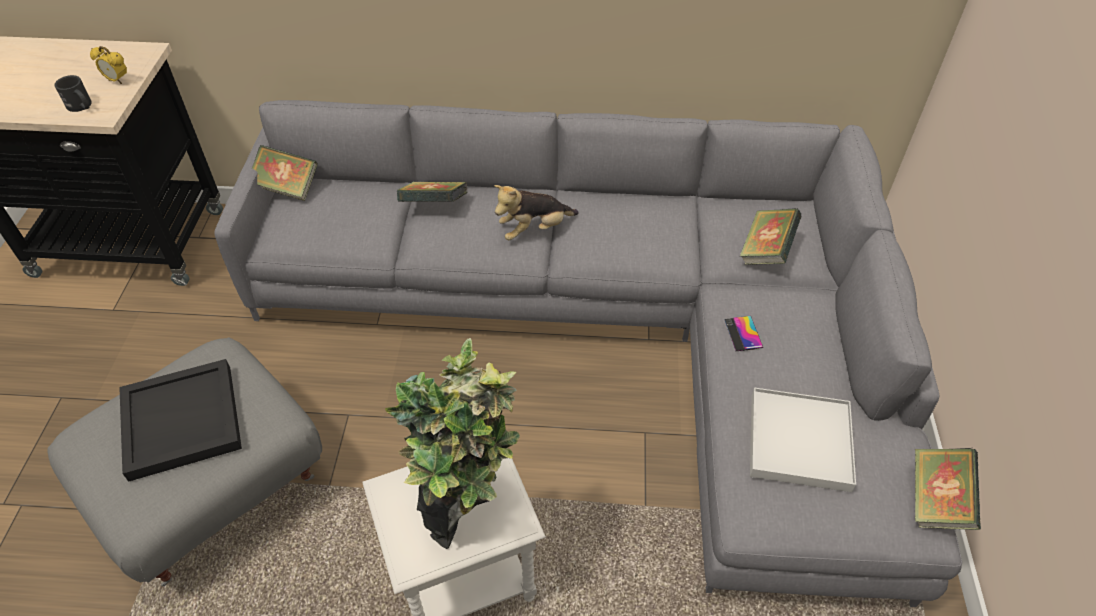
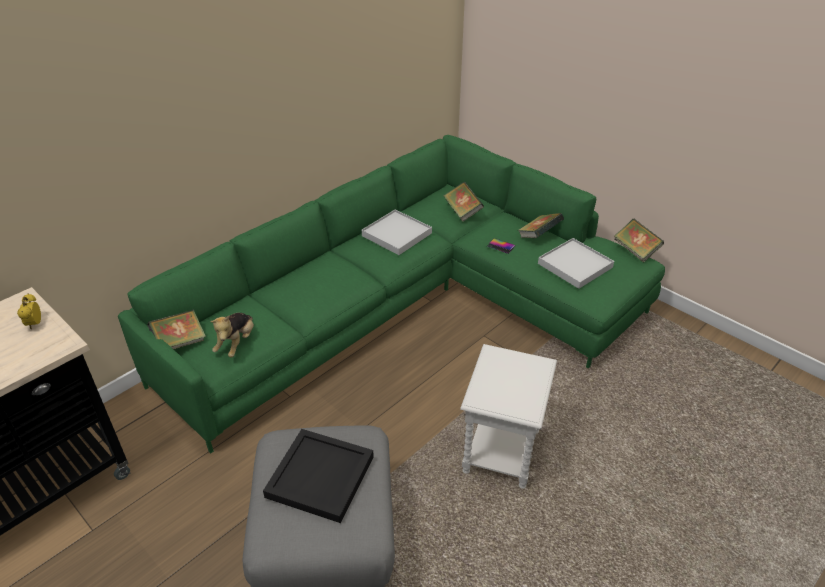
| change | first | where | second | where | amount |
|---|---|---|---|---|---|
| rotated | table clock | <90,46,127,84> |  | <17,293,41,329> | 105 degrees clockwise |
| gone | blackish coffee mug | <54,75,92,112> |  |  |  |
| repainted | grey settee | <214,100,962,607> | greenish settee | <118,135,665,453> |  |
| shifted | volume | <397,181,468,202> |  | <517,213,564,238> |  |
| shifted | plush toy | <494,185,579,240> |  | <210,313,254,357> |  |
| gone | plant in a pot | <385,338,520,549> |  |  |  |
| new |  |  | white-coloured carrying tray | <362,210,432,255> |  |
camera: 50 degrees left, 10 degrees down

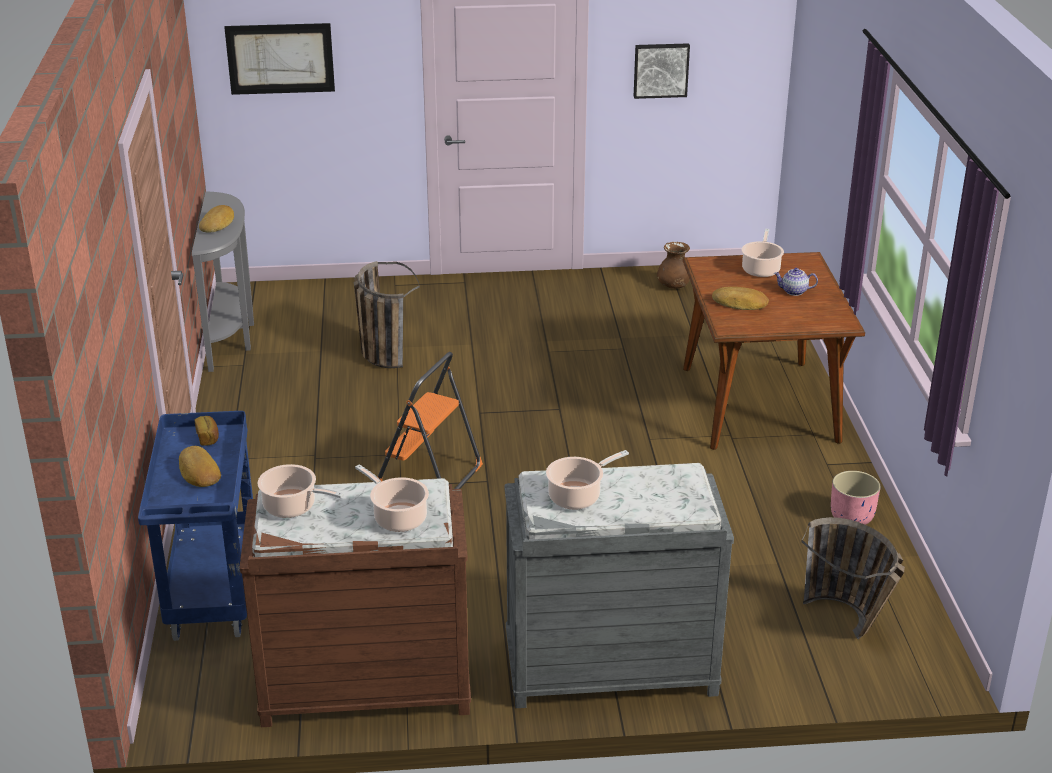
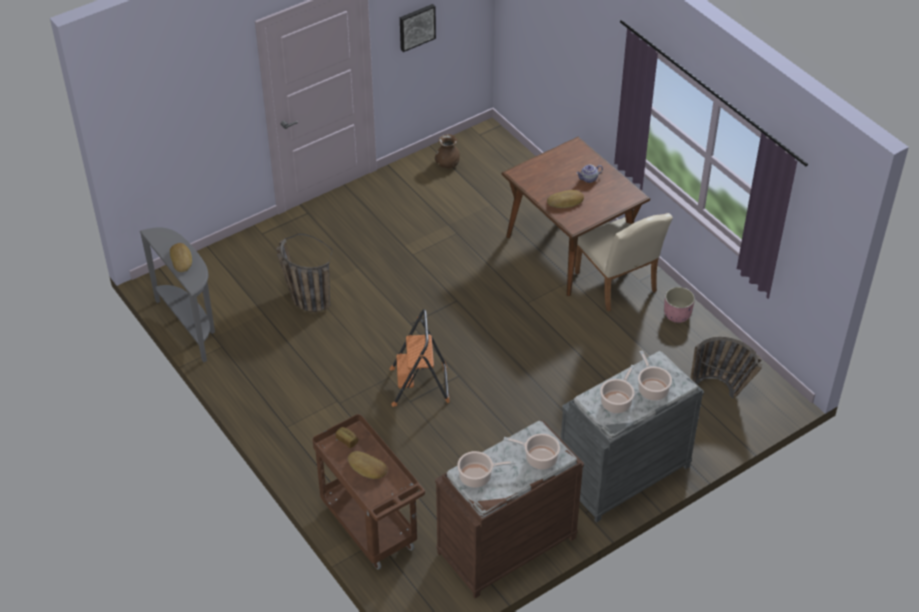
| change | first | where | second | where | amount |
|---|---|---|---|---|---|
| gone | wall art | <224,23,335,95> |  |  |  |
| shifted | saucepot | <742,229,784,277> |  | <638,351,672,401> |  |
| repainted | blue-coloured cart | <138,411,253,641> | brownish cart | <312,414,425,570> |  |
| new |  |  | sand-coloured plain chair | <575,213,673,311> |  |
camera: 30 degrees left, 15 degrees up

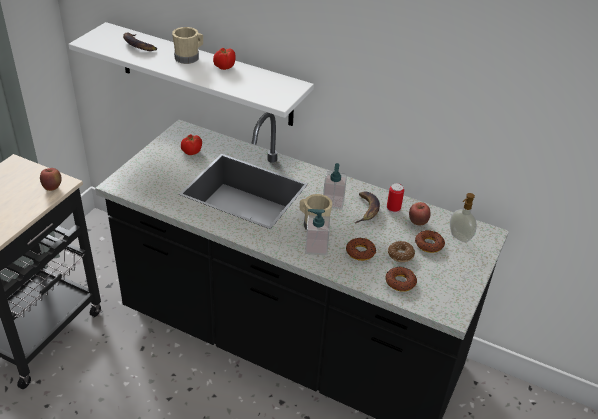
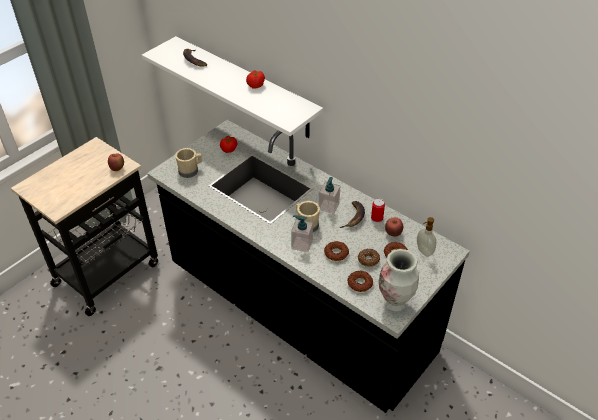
| change | first | where | second | where | amount |
|---|---|---|---|---|---|
| shifted | sand-coloured coffee mug | <172,27,203,64> |  | <175,148,202,178> |  |
| new |  |  | decorative vase | <379,249,419,312> |  |
camera: 15 degrees right, 5 degrees up

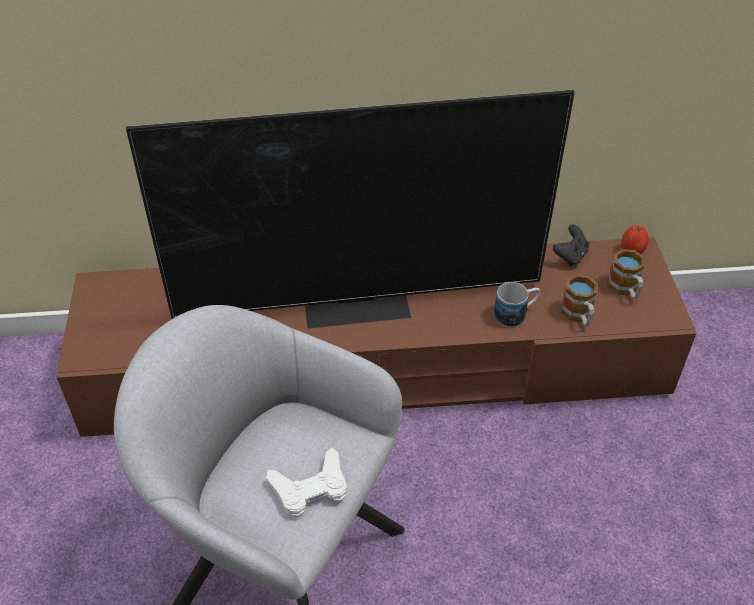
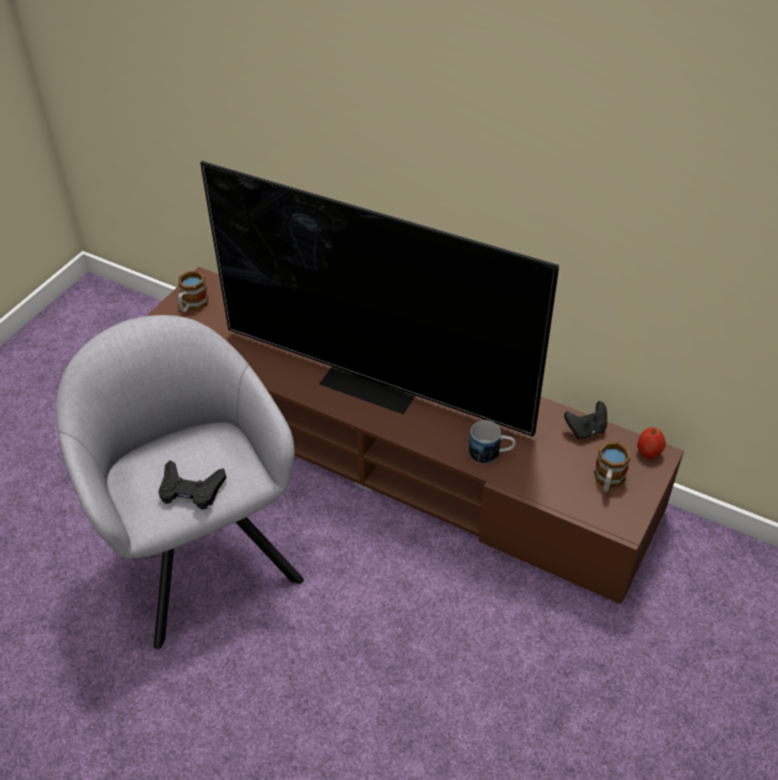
| change | first | where | second | where | amount |
|---|---|---|---|---|---|
| shifted | coffee mug | <561,274,597,326> |  | <178,271,209,312> |  |
| repainted | white-coloured joypad | <266,448,347,517> | blackish joypad | <158,460,226,509> |  |
camera: 35 degrees right, 0 degrees up

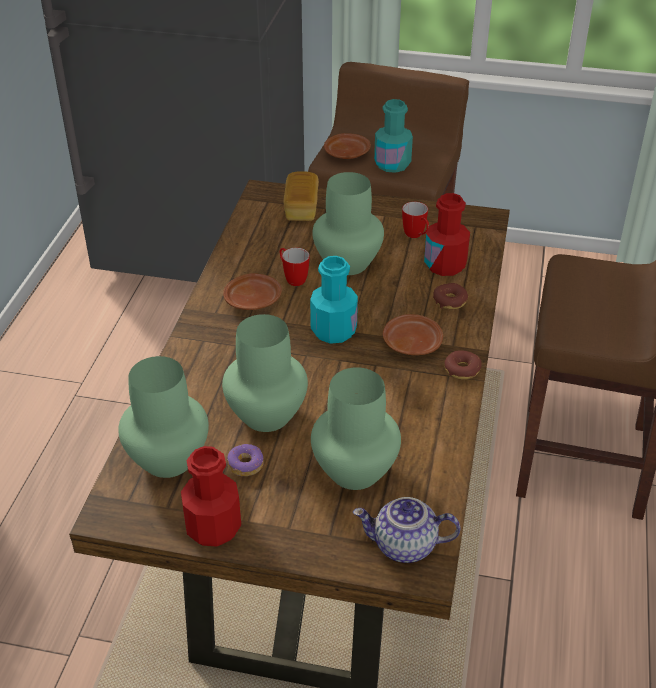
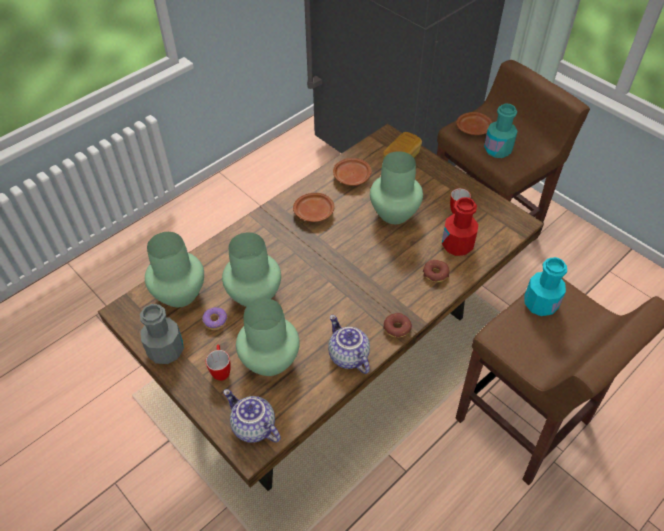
| change | first | where | second | where | amount |
|---|---|---|---|---|---|
| shifted | coffee mug | <280,248,309,286> |  | <206,344,231,381> |  |
| shifted | turquoise-coloured beverage bottle | <310,256,358,344> |  | <525,257,567,316> |  |
| shifted | brownish flat dish | <383,314,443,355> |  | <333,158,372,186> |  |
| repainted | red beverage bottle | <181,446,241,547> | grey beverage bottle | <140,304,184,364> |  |
| new |  |  | pot for tea | <328,315,370,374> |  |
camera: 35 degrees right, 10 degrees up

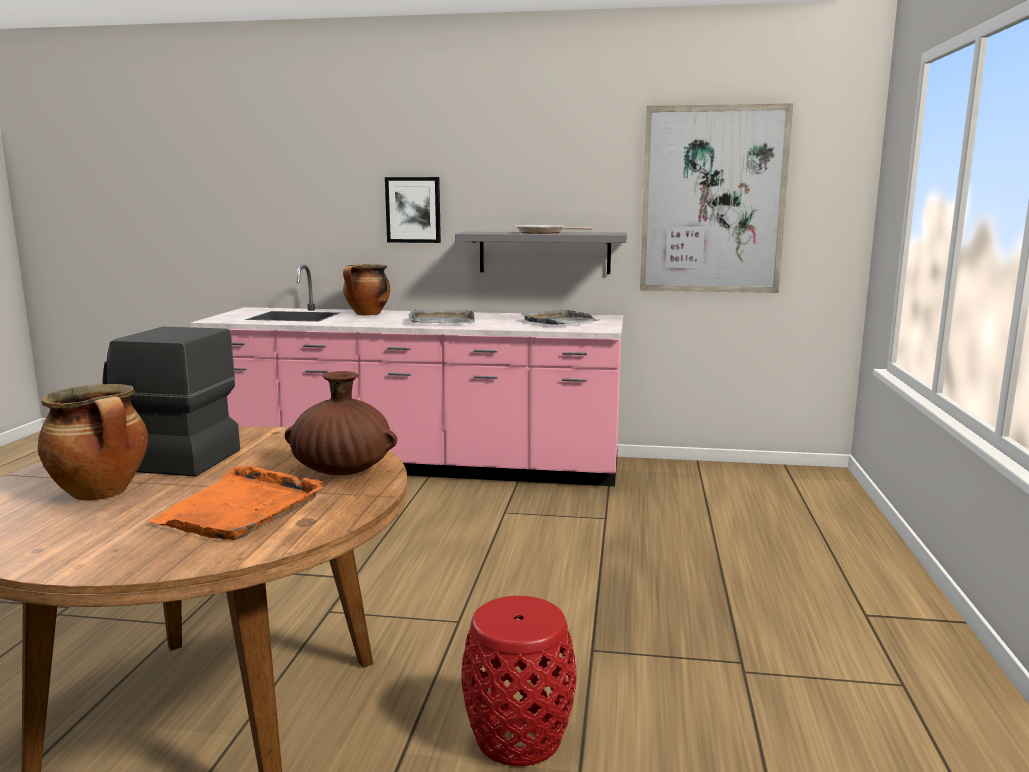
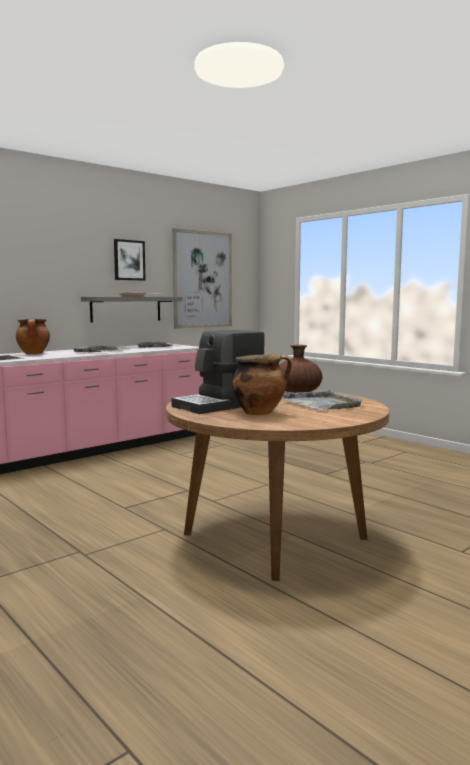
| change | first | where | second | where | amount |
|---|---|---|---|---|---|
| shifted | wall art | <385,177,441,243> |  | <114,239,146,281> |  |
| repainted | orange carrying tray | <149,466,323,540> | grey carrying tray | <283,389,363,410> |  |
| gone | red stool seat | <461,596,576,766> |  |  |  |
camera: 50 degrees left, 5 degrees down

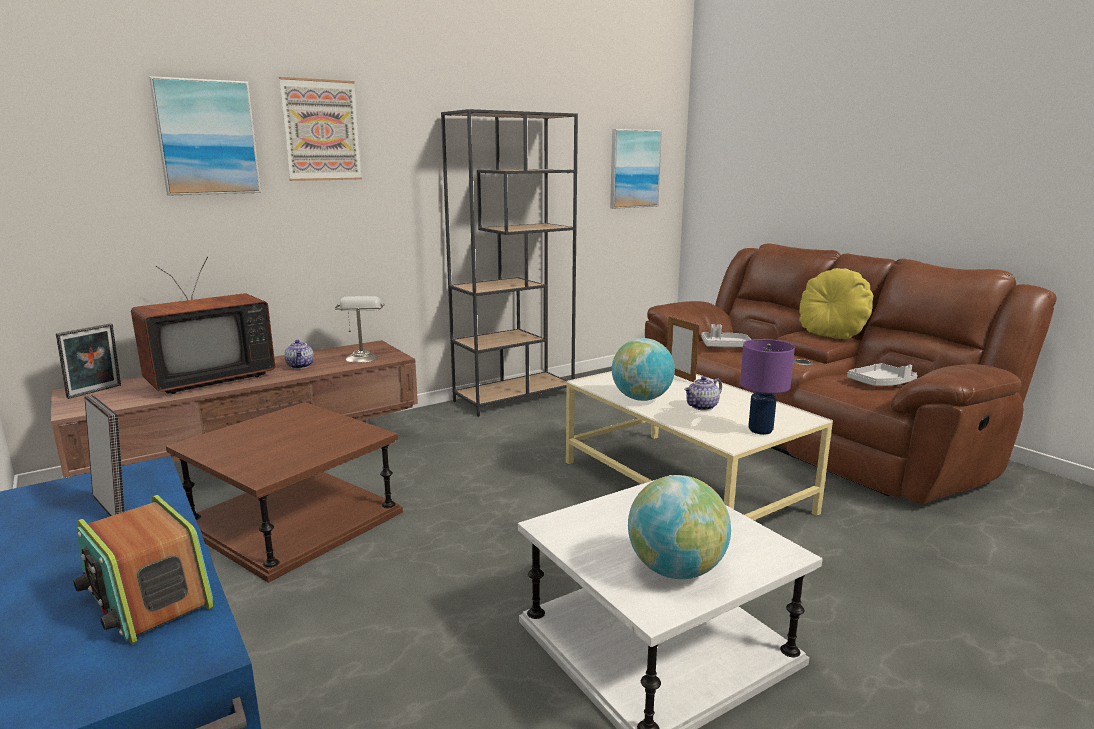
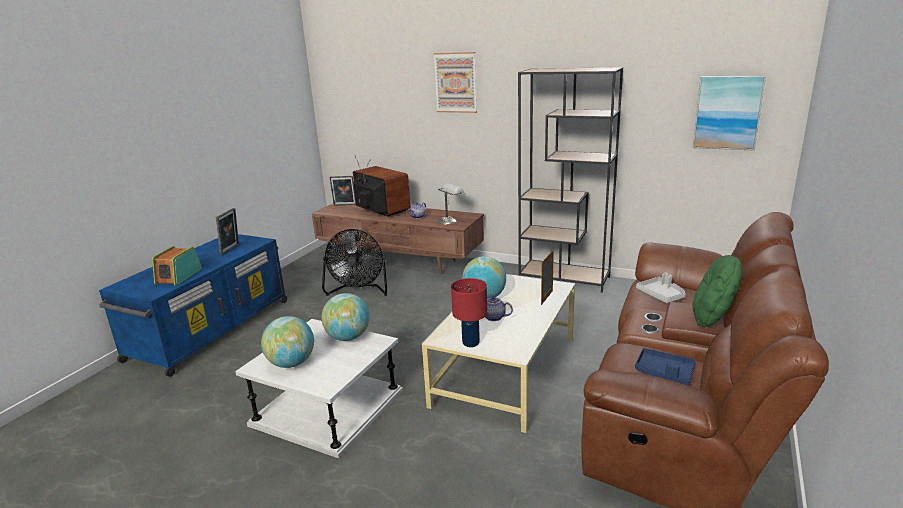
| change | first | where | second | where | amount |
|---|---|---|---|---|---|
| gone | wall art | <149,76,261,196> |  |  |  |
| rotated | TV | <131,257,275,394> |  | <353,154,410,217> | 150 degrees counterclockwise |
| repainted | yellowish pillow | <799,268,873,340> | greenish pillow | <692,255,743,327> |  |
| repainted | purple tabletop lamp | <740,339,795,435> | red tabletop lamp | <451,278,487,347> |  |
| repainted | grey carrying tray | <847,363,917,386> | blue-coloured carrying tray | <635,348,696,386> |  |
| swapped | brownish end table | <166,402,403,583> | blackish fan | <322,229,387,296> |  |
| new |  |  | globe | <321,293,370,341> |  |
camera: 60 degrees right, 5 degrees up

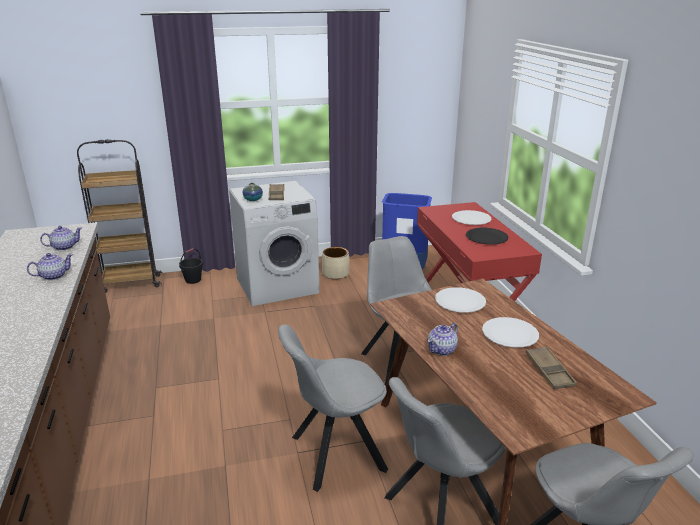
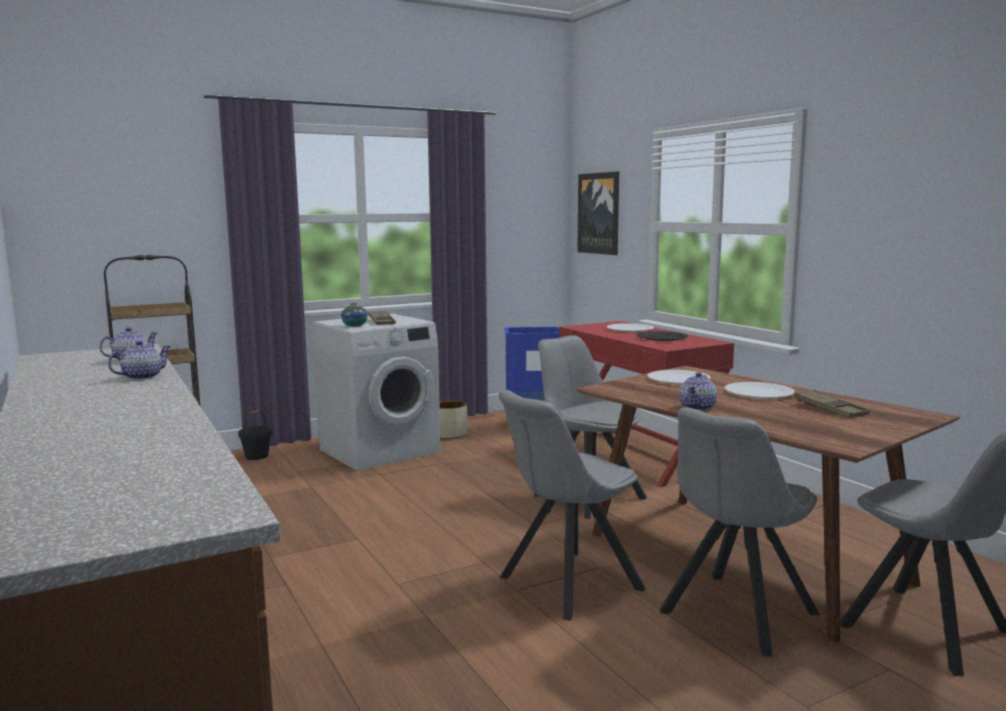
| change | first | where | second | where | amount |
|---|---|---|---|---|---|
| new |  |  | wall art | <577,172,619,255> |  |
camera: 15 degrees left, 15 degrees down

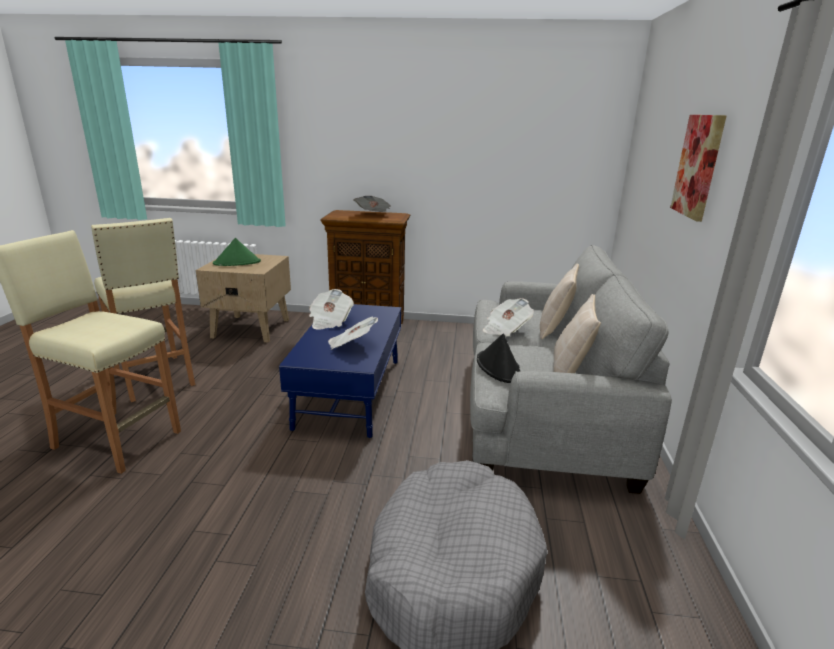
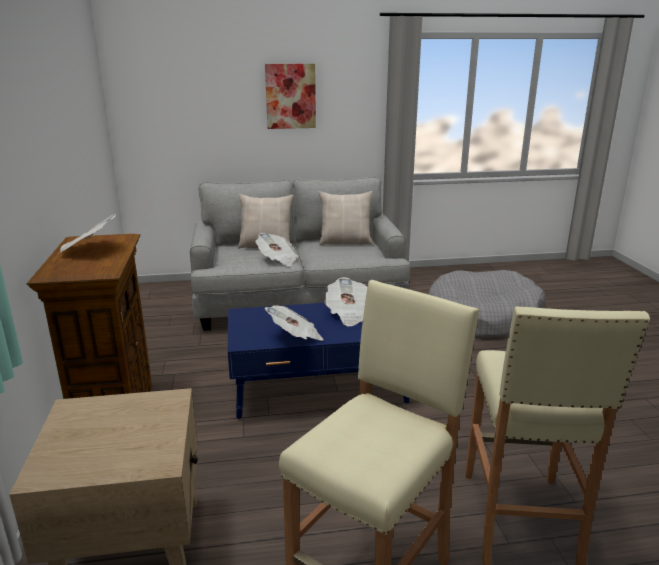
| change | first | where | second | where | amount |
|---|---|---|---|---|---|
| gone | greenish clothing hat | <213,238,261,266> |  |  |  |
| gone | blackish clothing hat | <477,334,520,383> |  |  |  |
camera: 105 degrees left, 0 degrees up

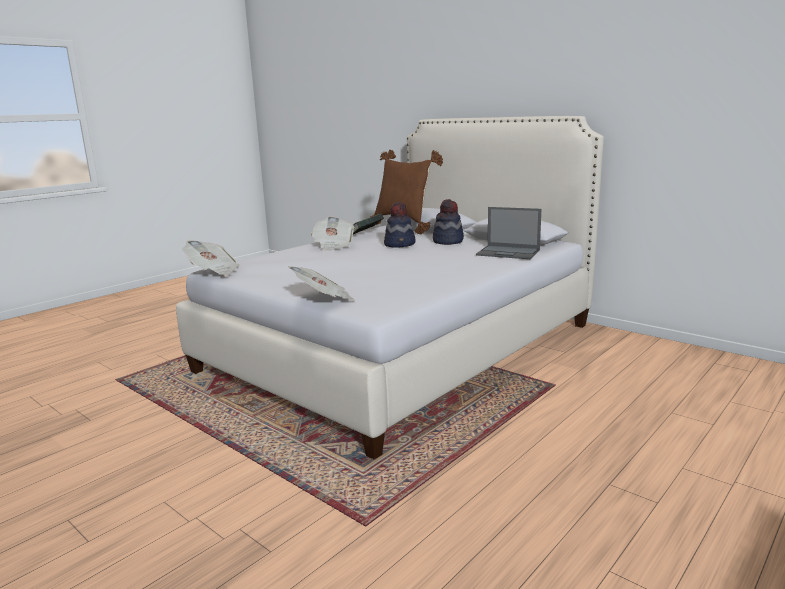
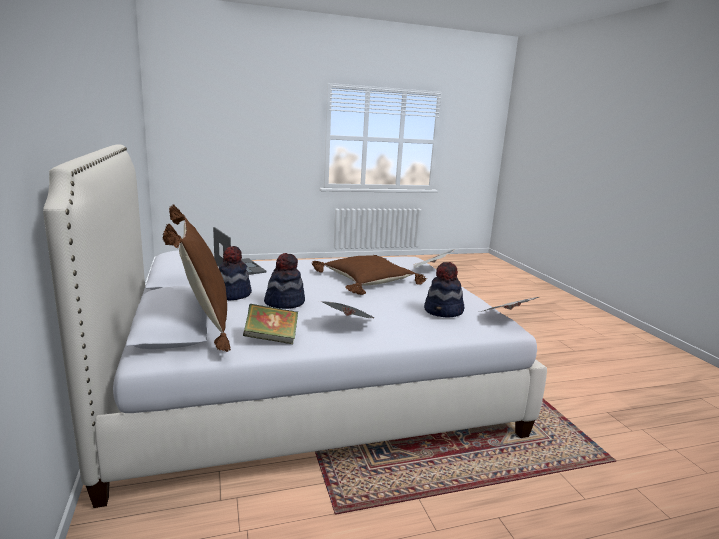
| change | first | where | second | where | amount |
|---|---|---|---|---|---|
| new |  |  | brownish pillow | <311,255,427,295> |  |
| new |  |  | clothing hat | <424,262,465,317> |  |
camera: 150 degrees left, 0 degrees up

